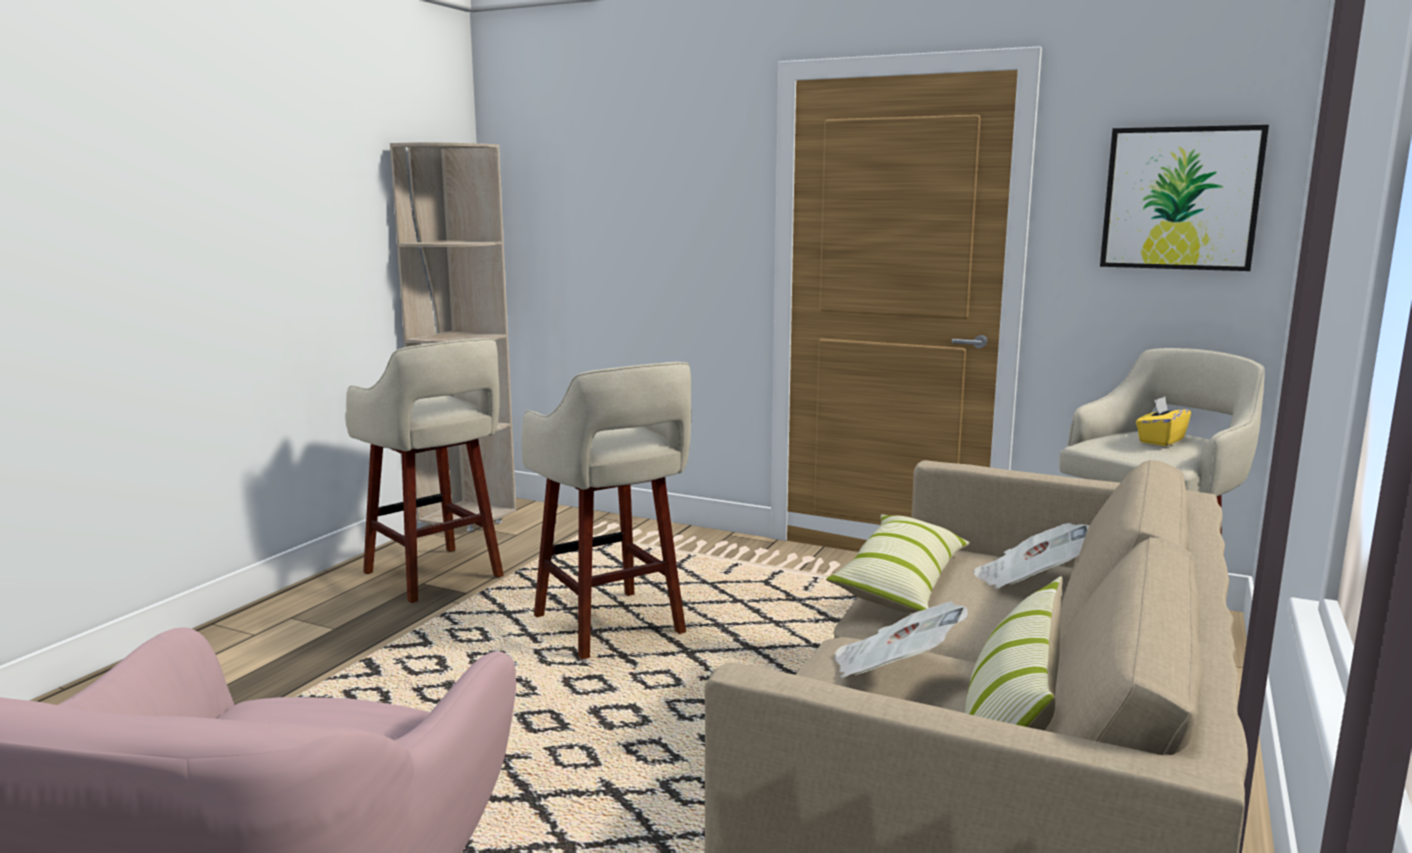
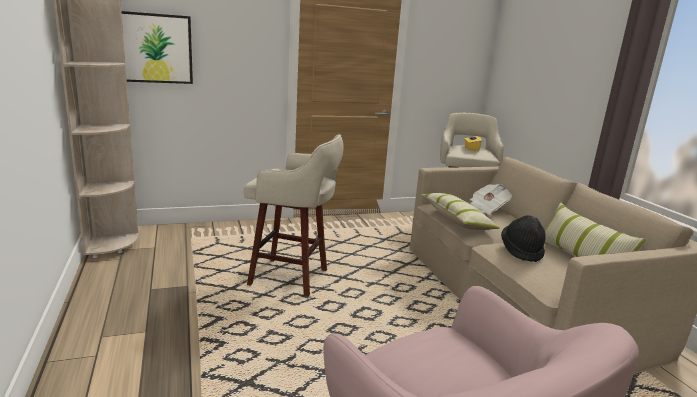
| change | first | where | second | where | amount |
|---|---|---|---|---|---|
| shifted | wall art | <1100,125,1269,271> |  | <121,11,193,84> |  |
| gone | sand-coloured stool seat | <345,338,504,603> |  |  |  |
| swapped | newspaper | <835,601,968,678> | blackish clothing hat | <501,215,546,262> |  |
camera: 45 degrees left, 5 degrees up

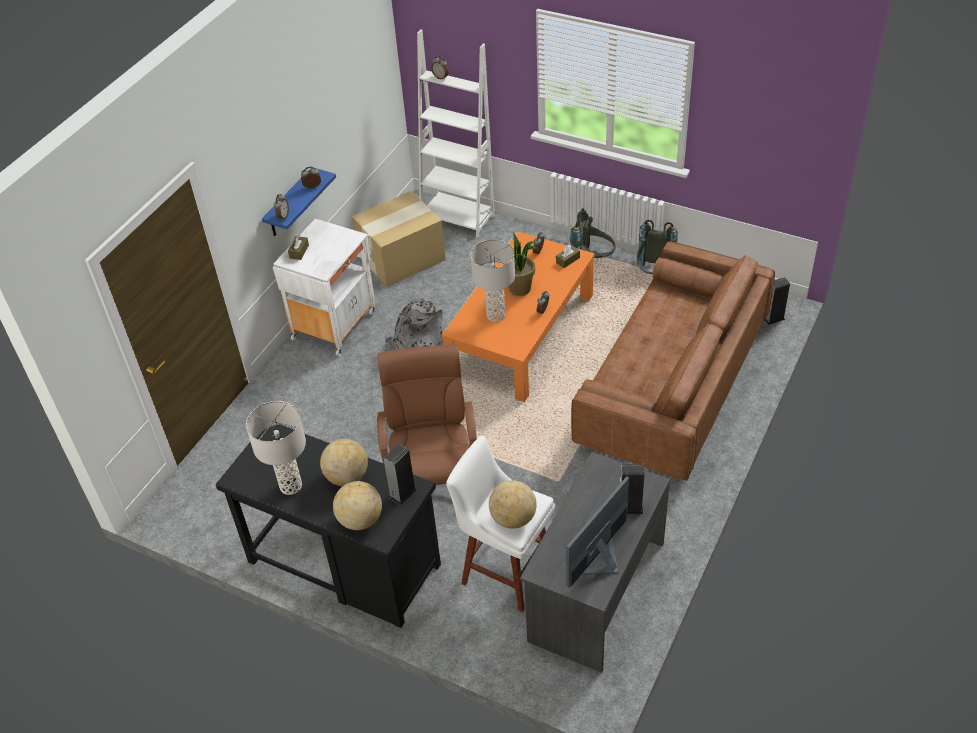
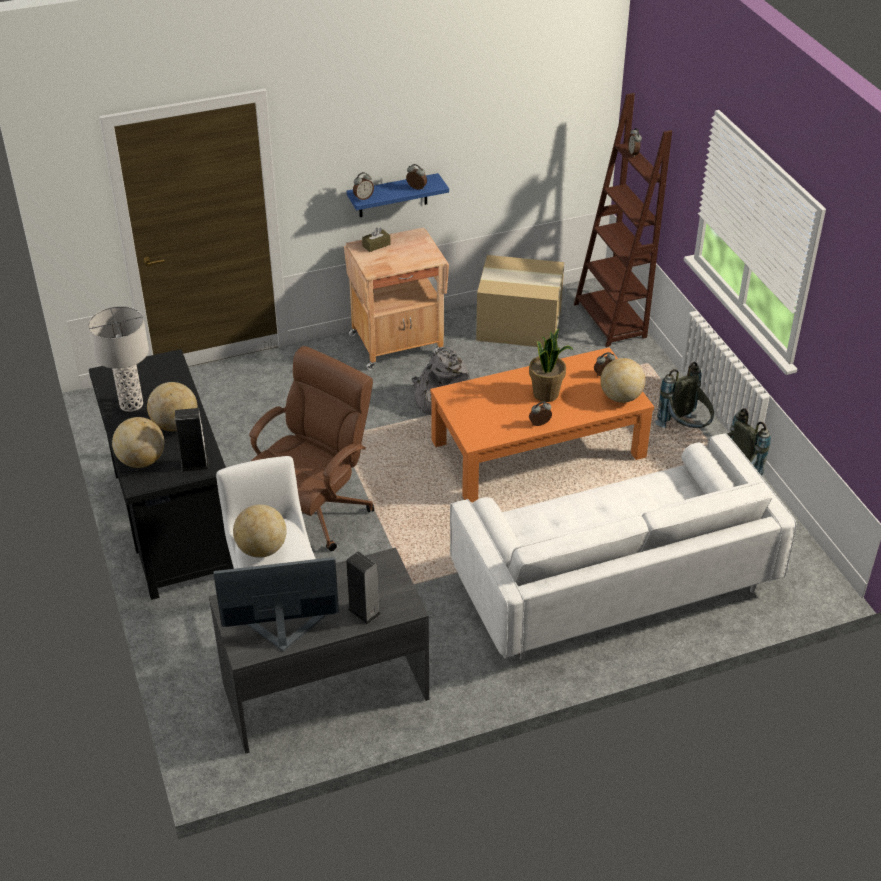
| change | first | where | second | where | amount |
|---|---|---|---|---|---|
| repainted | white-coloured shelving unit | <417,29,495,238> | brownish shelving unit | <574,93,672,347> |  |
| repainted | white-coloured cart | <273,219,376,356> | brownish cart | <344,228,449,370> |  |
| gone | white-coloured tabletop lamp | <470,240,515,322> |  |  |  |
| repainted | brownish settee | <571,241,775,481> | white-coloured settee | <450,433,797,660> |  |
| swapped | brownish tissue box | <556,245,580,268> | globe | <600,358,646,403> |  |
| gone | speaker | <765,277,790,325> |  |  |  |
camera: 40 degrees right, 5 degrees down

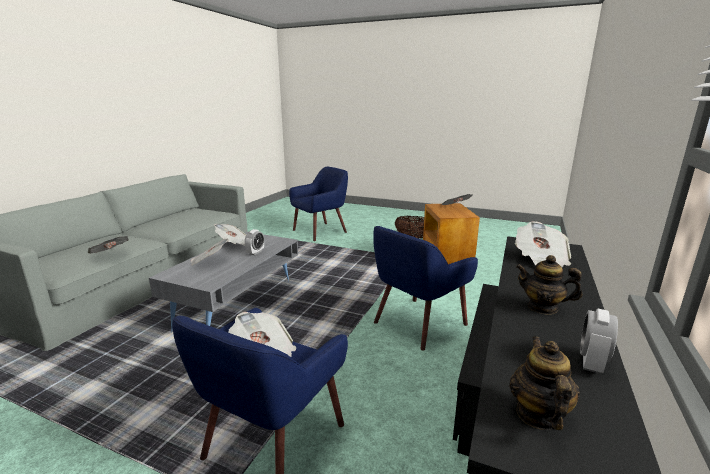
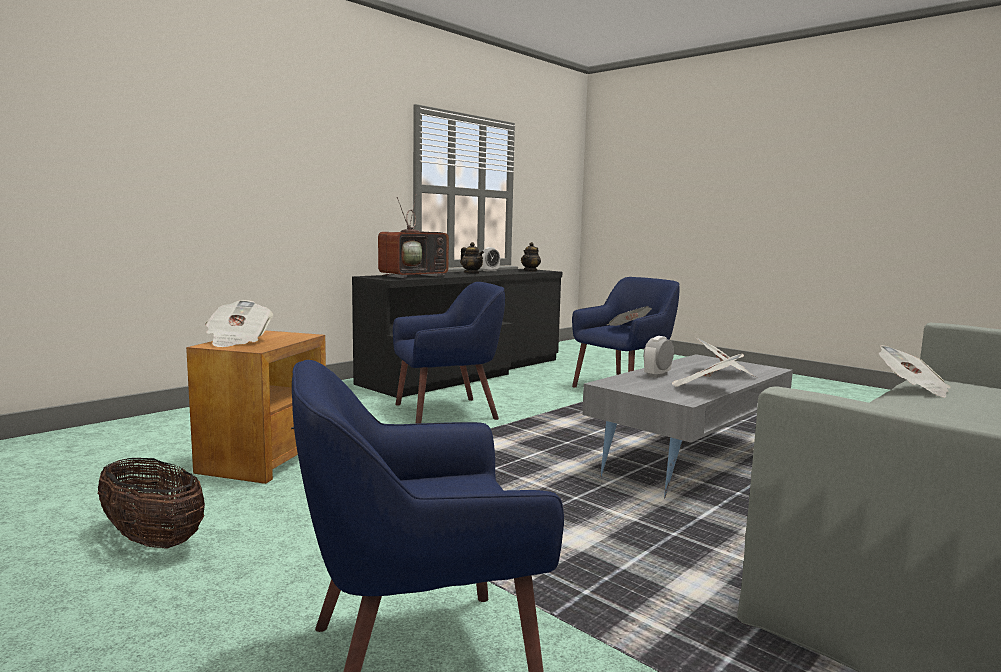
| change | first | where | second | where | amount |
|---|---|---|---|---|---|
| swapped | newspaper | <515,222,571,267> | TV | <378,196,449,278> |  |
camera: 160 degrees left, 10 degrees down

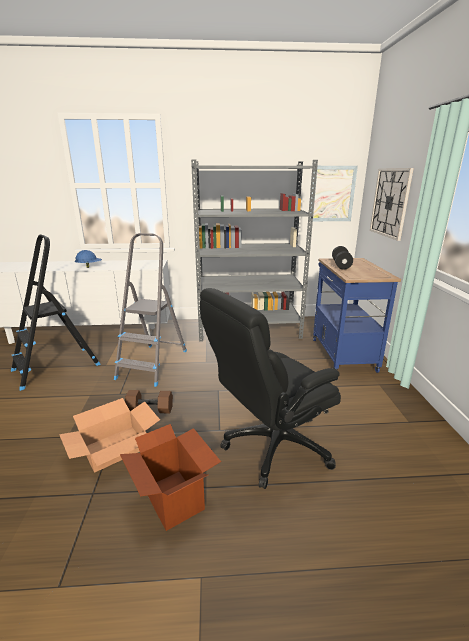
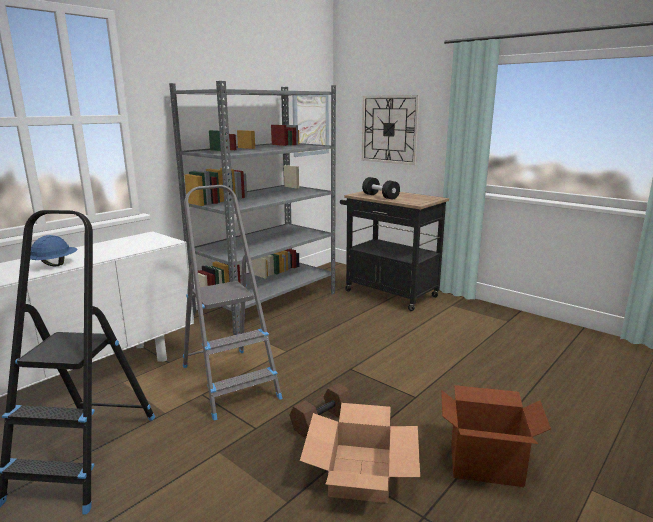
| change | first | where | second | where | amount |
|---|---|---|---|---|---|
| repainted | blue-coloured cart | <313,258,401,373> | blackish cart | <340,190,449,311> |  |
| gone | blackish computer chair | <200,288,341,489> |  |  |  |
camera: 45 degrees left, 5 degrees down

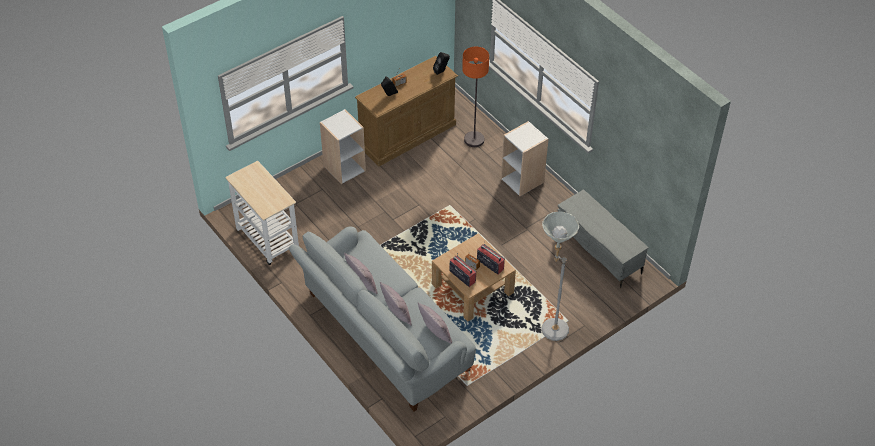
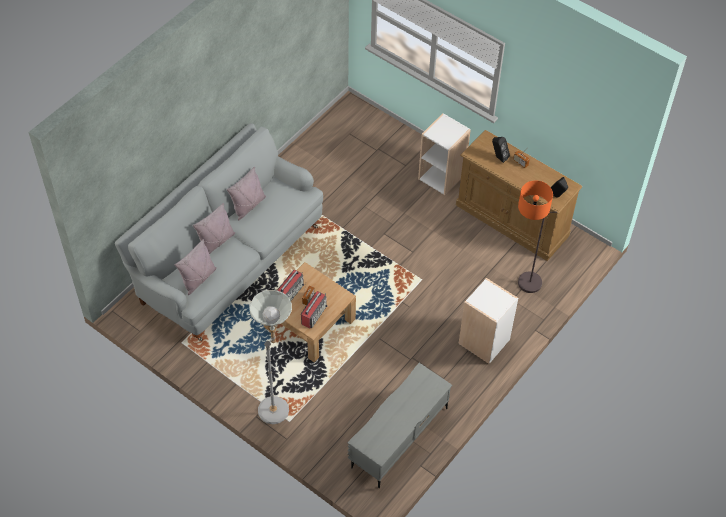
| change | first | where | second | where | amount |
|---|---|---|---|---|---|
| gone | white-coloured cart | <225,161,299,265> |  |  |  |
camera: 75 degrees right, 5 degrees up

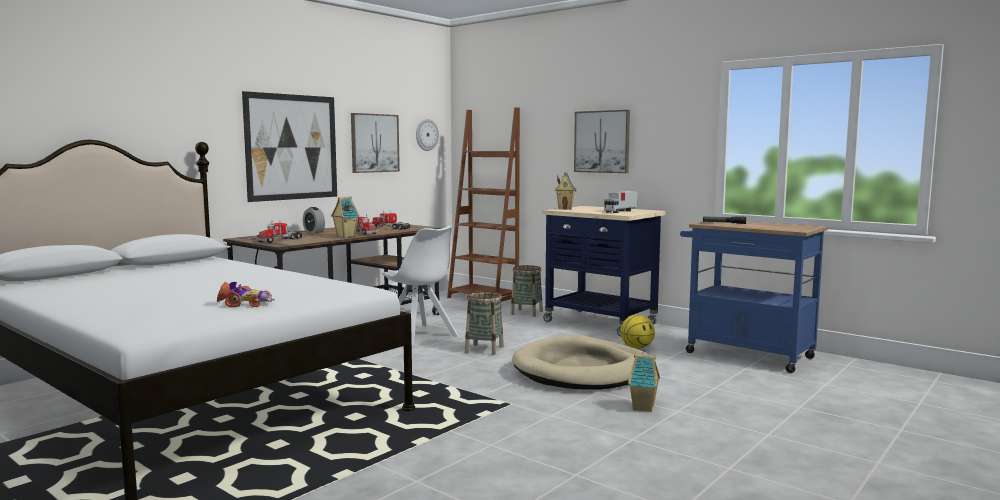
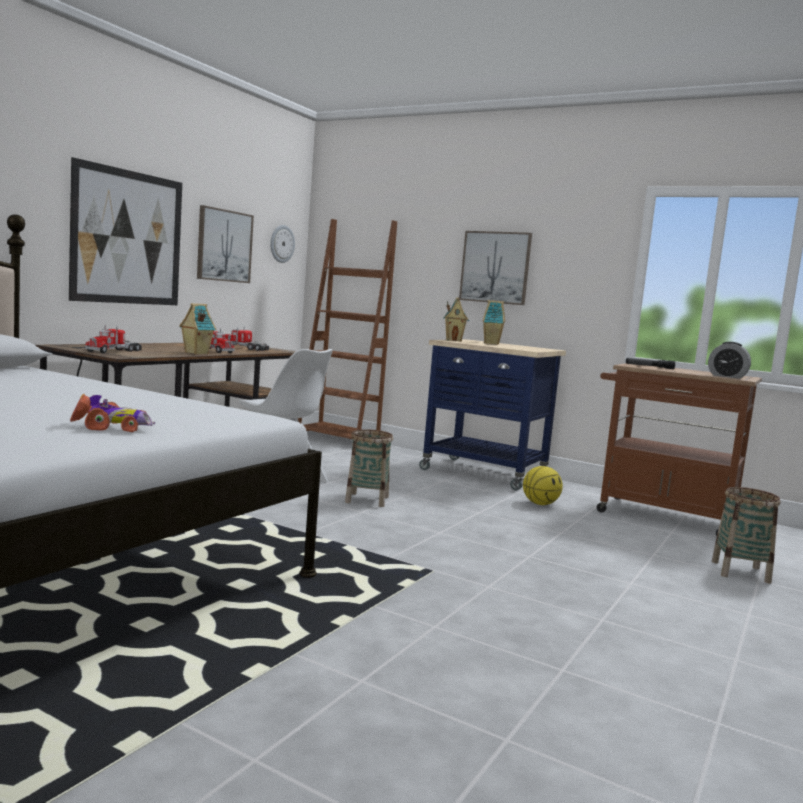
| change | first | where | second | where | amount |
|---|---|---|---|---|---|
| gone | toy lorry | <604,191,638,213> |  |  |  |
| shifted | table clock | <303,207,325,233> |  | <708,342,751,379> |  |
| repainted | blue-coloured cart | <680,221,828,373> | brownish cart | <596,363,762,536> |  |
| shifted | storage basket | <511,265,543,317> |  | <712,487,781,583> |  |
| gone | sand-coloured dog bed | <512,336,651,390> |  |  |  |
| shifted | model house | <628,354,660,412> |  | <483,300,505,345> |  |
camera: 10 degrees left, 0 degrees up

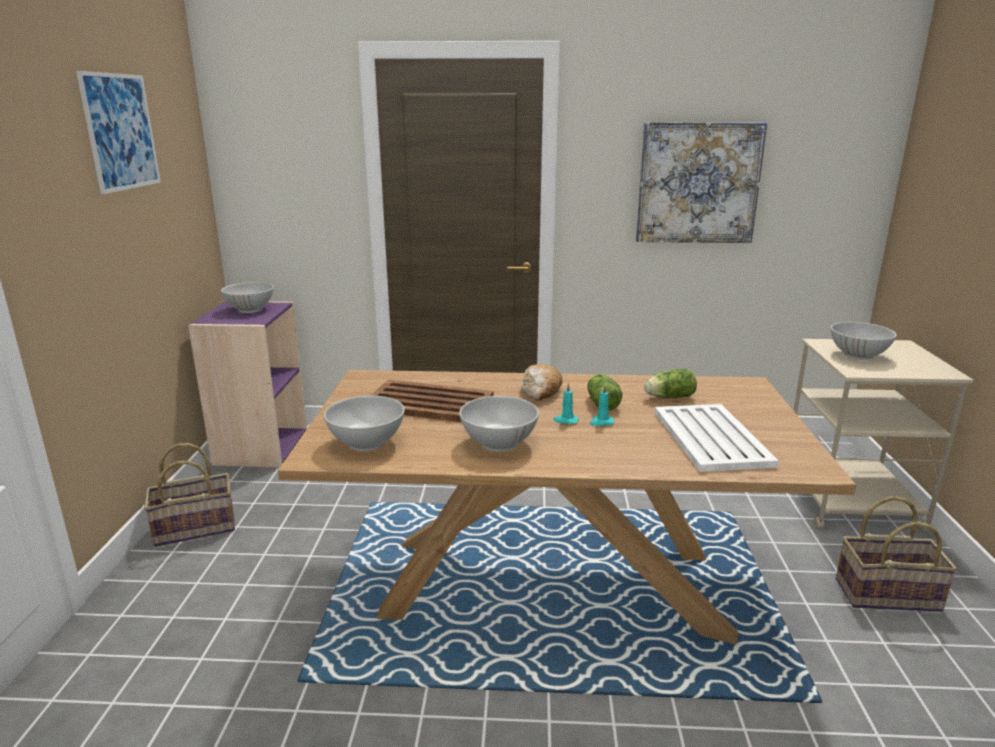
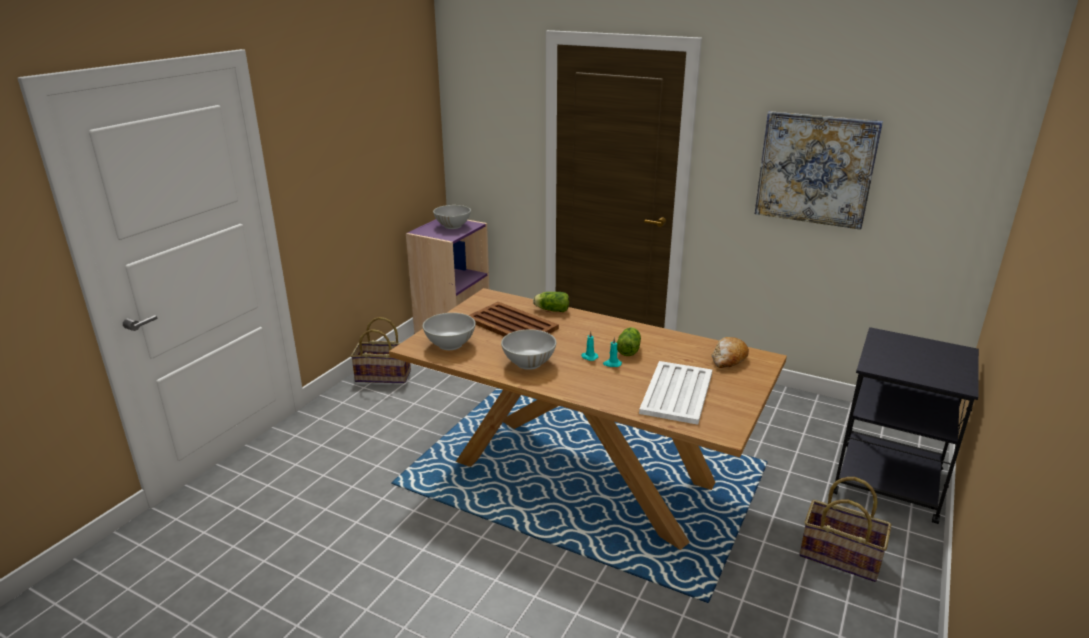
| change | first | where | second | where | amount |
|---|---|---|---|---|---|
| gone | wall art | <76,71,161,194> |  |  |  |
| gone | white-coloured deep dish | <831,322,897,360> |  |  |  |
| repainted | sand-coloured cart | <793,339,973,531> | blackish cart | <833,327,979,524> |  |
| shifted | bread | <521,364,562,400> |  | <712,337,749,368> |  |
| shifted | lettuce head | <644,369,697,398> |  | <533,292,569,312> |  |
camera: 25 degrees right, 5 degrees up

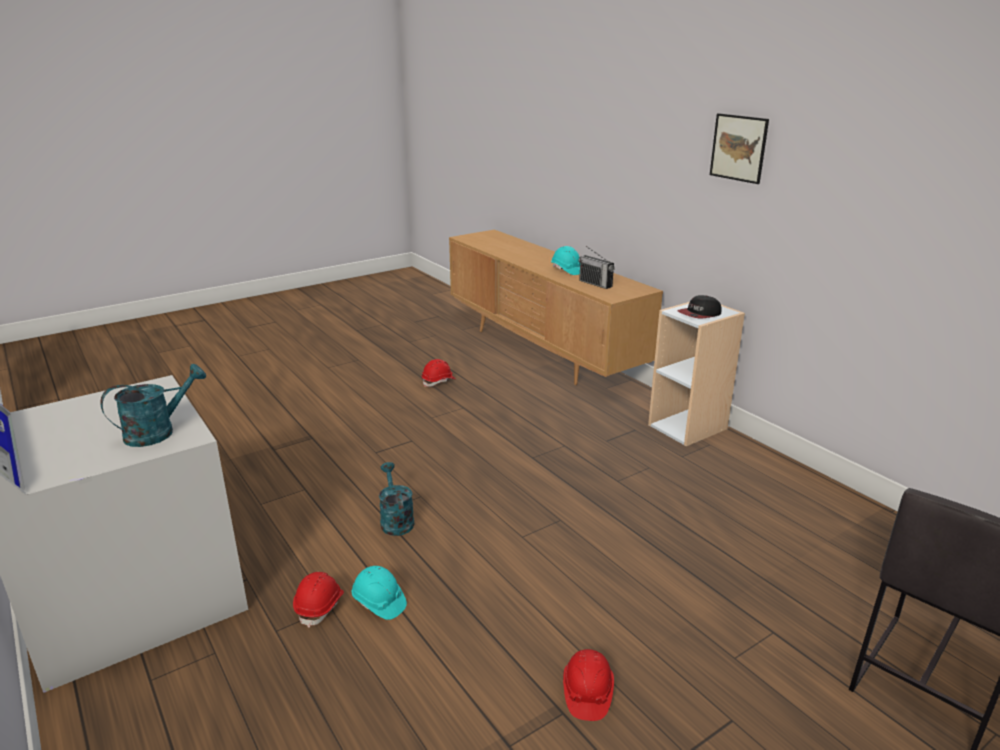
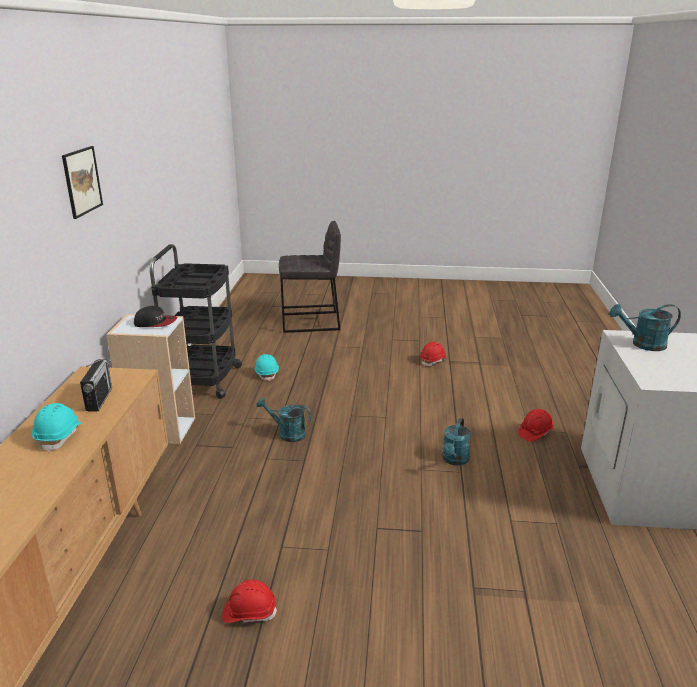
| change | first | where | second | where | amount |
|---|---|---|---|---|---|
| shifted | turquoise-coloured hard hat | <352,566,407,620> |  | <254,354,279,381> |  |
| new |  |  | blackish cart | <150,244,242,399> |  |
| new |  |  | turquoise-coloured watering can | <256,397,312,442> |  |
camera: 140 degrees left, 0 degrees up

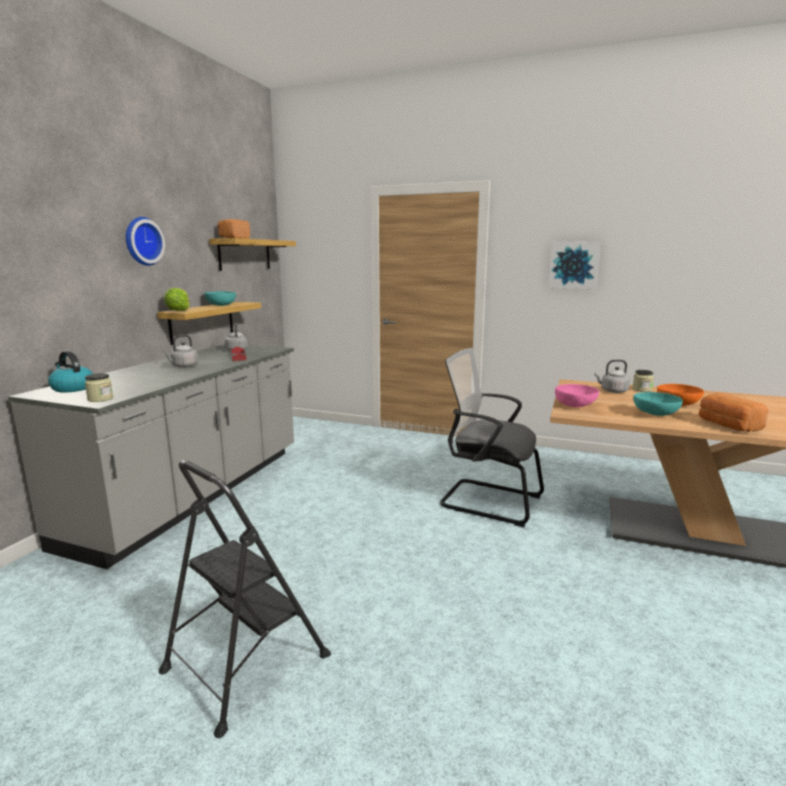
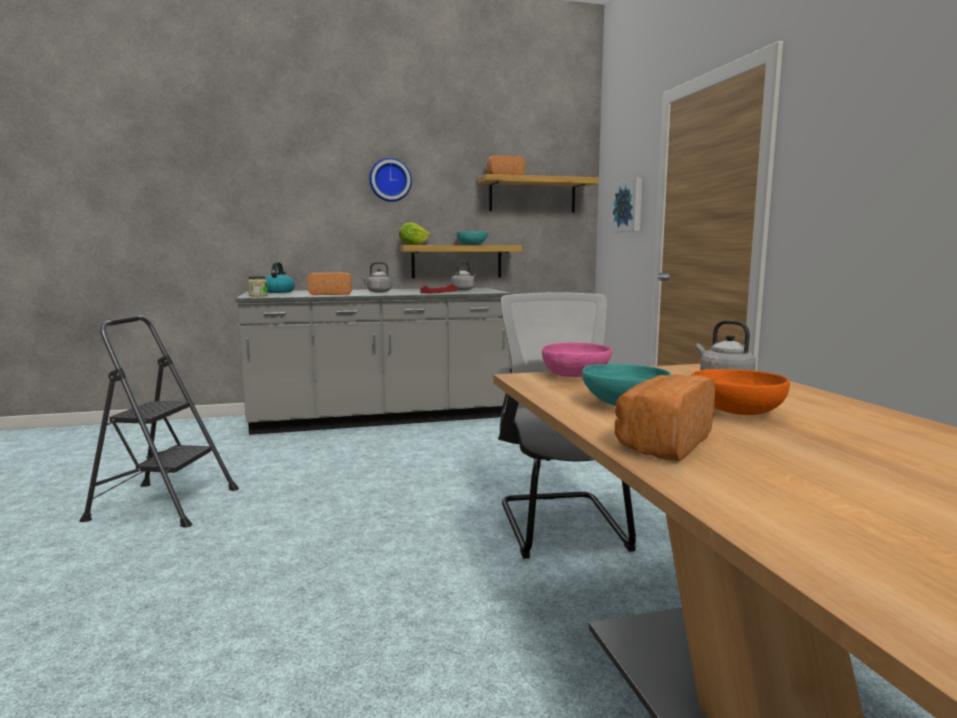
| change | first | where | second | where | amount |
|---|---|---|---|---|---|
| shifted | wall art | <548,241,601,289> |  | <611,178,642,232> |  |
| gone | jar | <632,370,654,392> |  |  |  |
| new |  |  | bread | <307,273,352,295> |  |
camera: 55 degrees right, 5 degrees down

